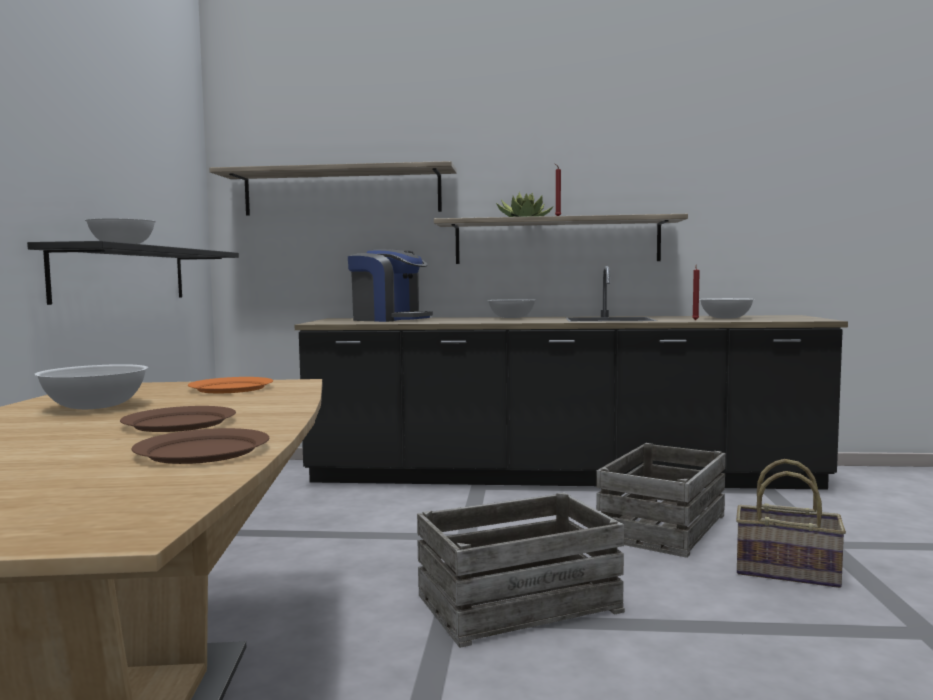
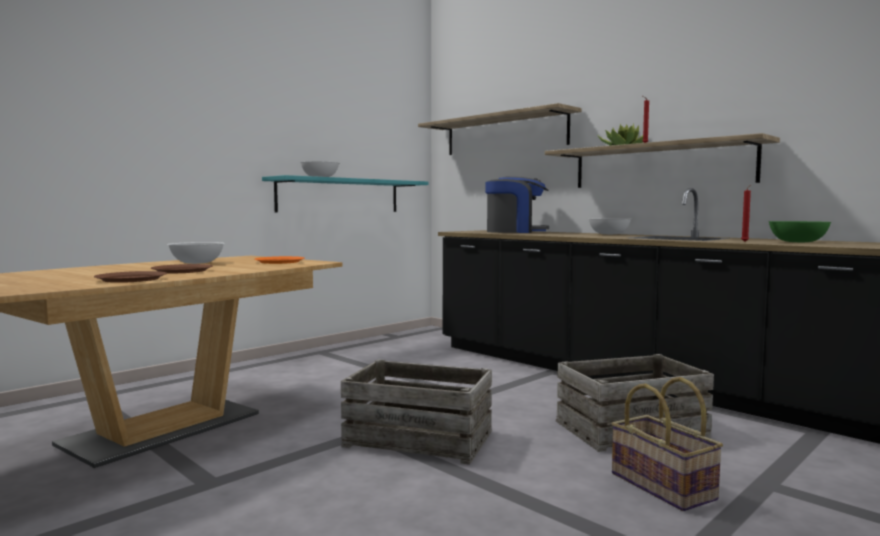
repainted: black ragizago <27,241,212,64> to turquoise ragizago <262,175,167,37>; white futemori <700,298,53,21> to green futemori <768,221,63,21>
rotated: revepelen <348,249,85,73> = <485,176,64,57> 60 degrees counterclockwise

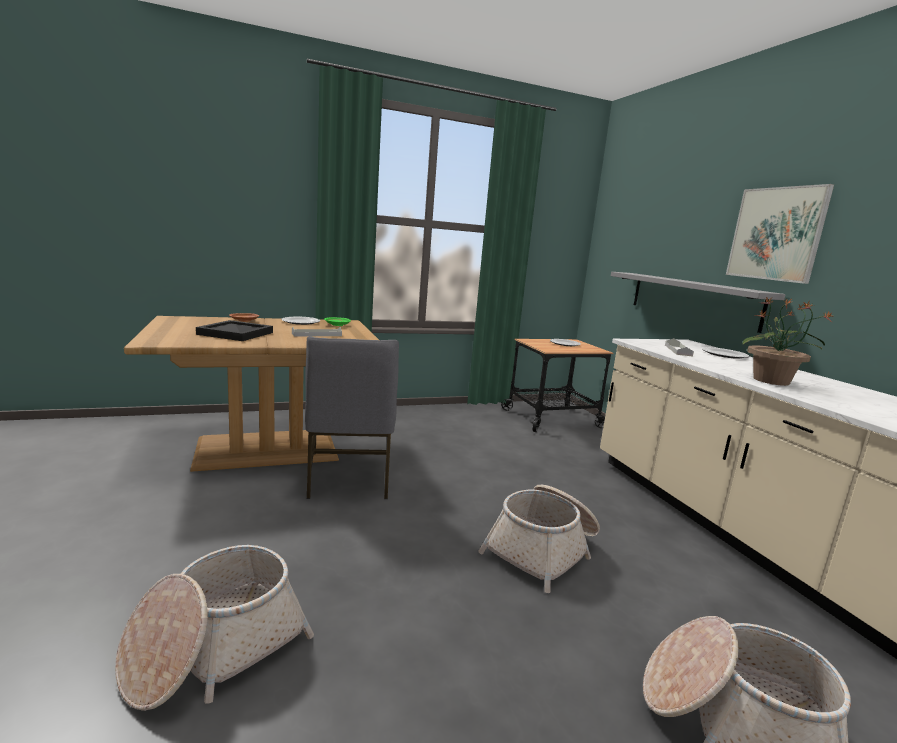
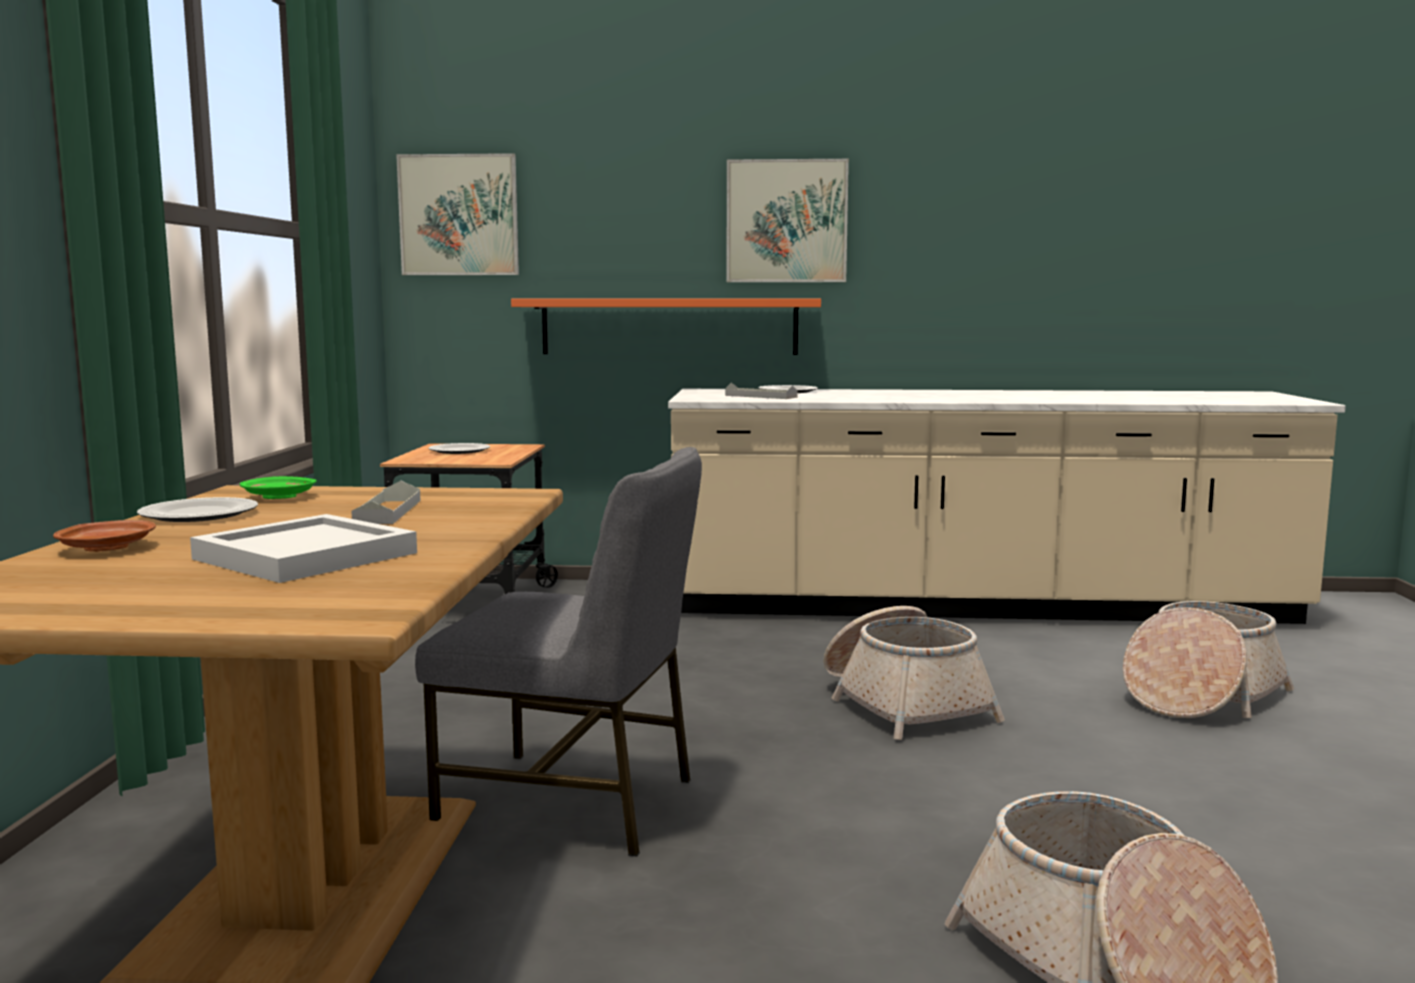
gone: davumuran <742,297,92,89>
new: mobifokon <396,153,123,122>
repainted: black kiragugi <196,320,77,21> to white kiragugi <190,514,227,69>; grey ragizago <611,272,175,61> to orange ragizago <511,299,310,56>

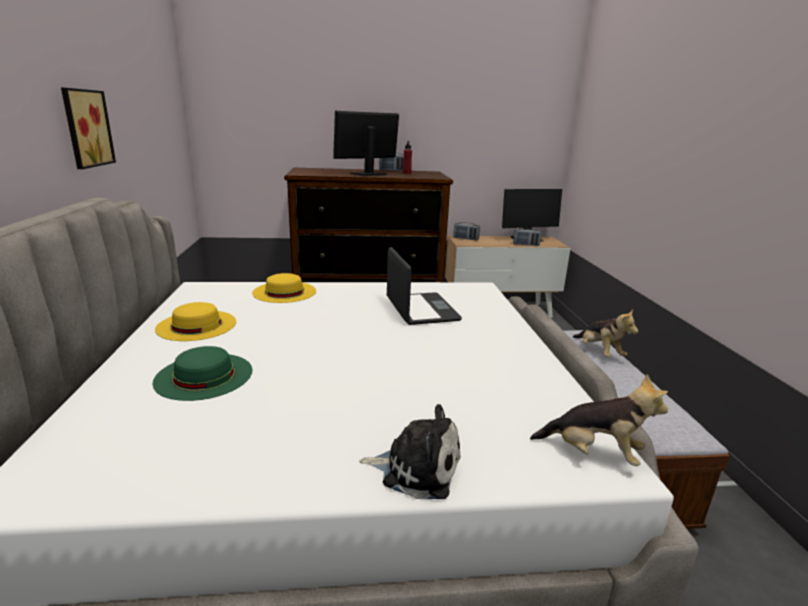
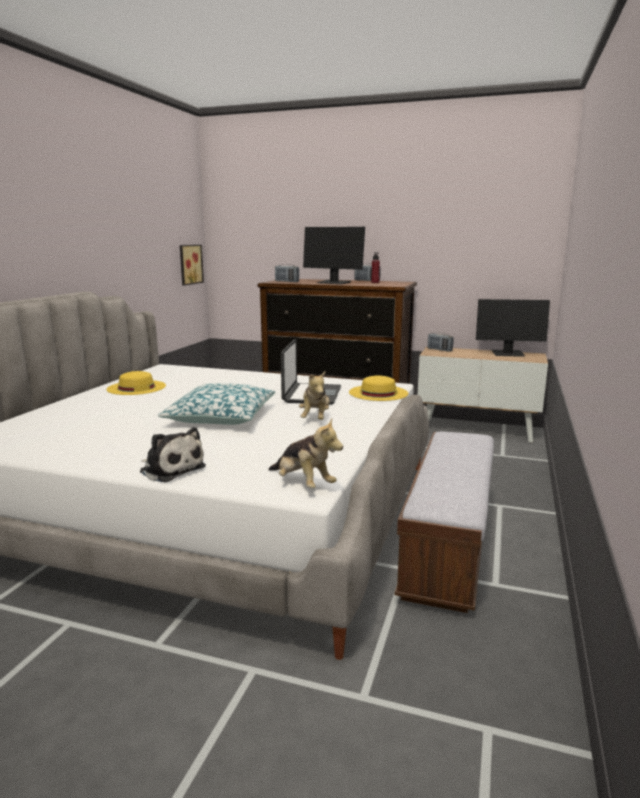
gone: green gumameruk <153,346,99,55>
new: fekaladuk <158,384,117,41>
shifted: mobifokon <61,87,55,82> to <180,245,24,41>; yellow gumameruk <252,273,64,30> to <349,376,59,25>; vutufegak <513,228,29,18> to <275,264,24,18>; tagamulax <573,309,65,48> to <299,372,31,48>
rotated: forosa <333,111,66,65> = <303,227,62,57> 135 degrees counterclockwise

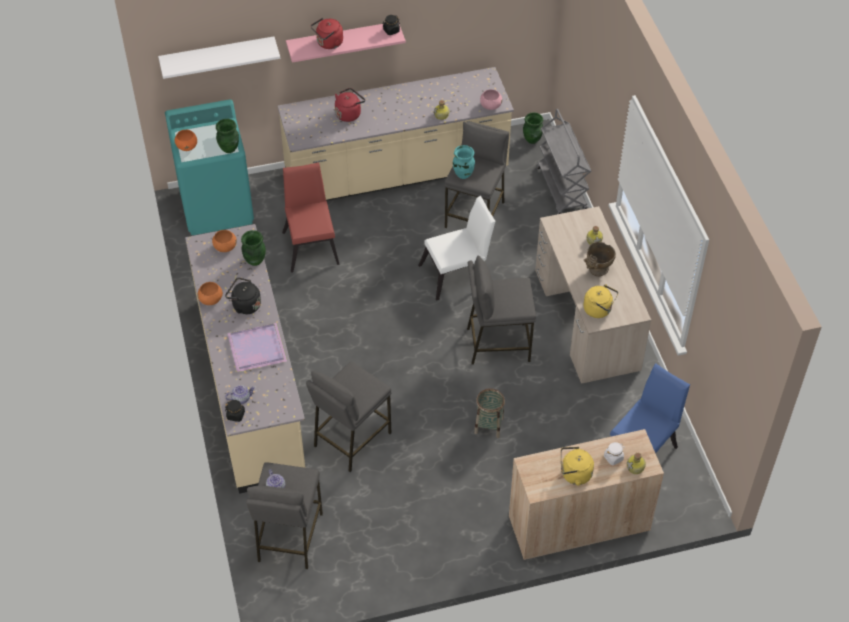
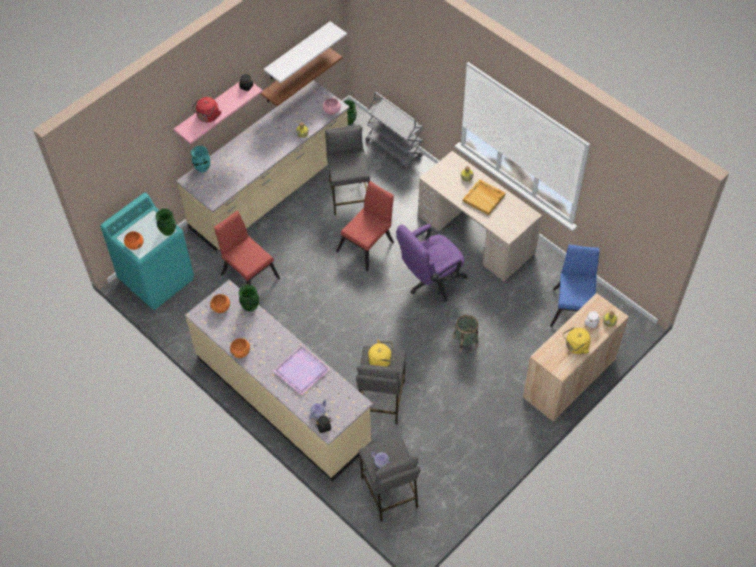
gone: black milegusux <225,277,36,38>; red milegusux <335,88,30,34>
new: brown ragizago <260,48,83,58>
shifted: white ragizago <158,36,122,43> to <264,21,83,62>; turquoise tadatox <453,145,22,34> to <191,146,19,26>; yellow milegusux <583,284,35,34> to <368,339,26,28>
swapped: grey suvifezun <467,256,69,109> to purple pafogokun <396,224,71,78>; beige tadatox <584,242,32,34> to beige kiragugi <463,179,42,36>
repainted: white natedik <418,196,78,105> to red natedik <336,181,58,90>

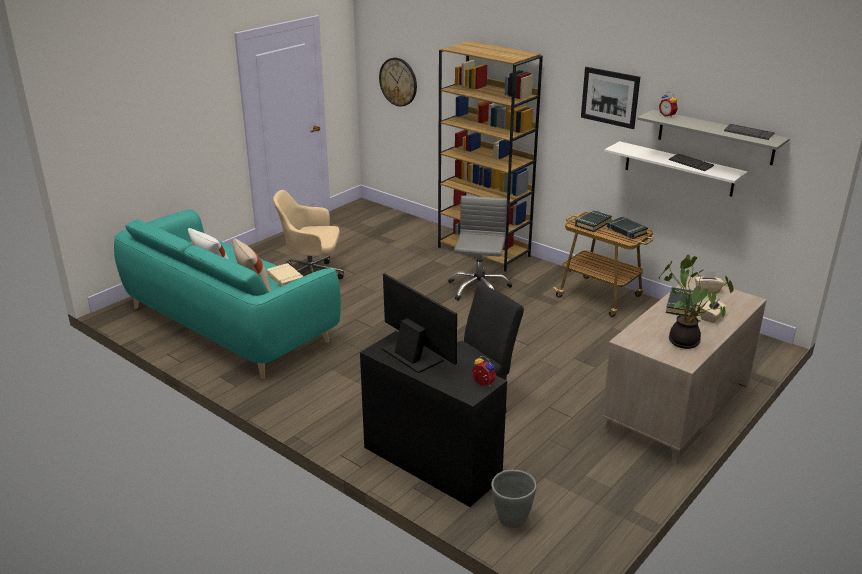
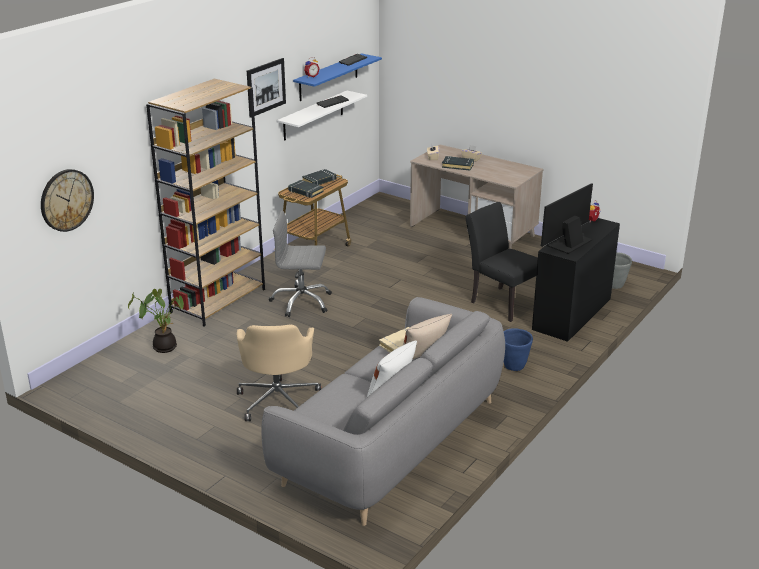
new: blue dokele <504,328,29,43>
shifted: davumuran <659,255,74,94> to <128,289,56,64>
repainted: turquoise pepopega <114,210,227,169> to grey pepopega <261,297,244,229>; grey ragizago <637,110,153,55> to blue ragizago <293,53,89,48>

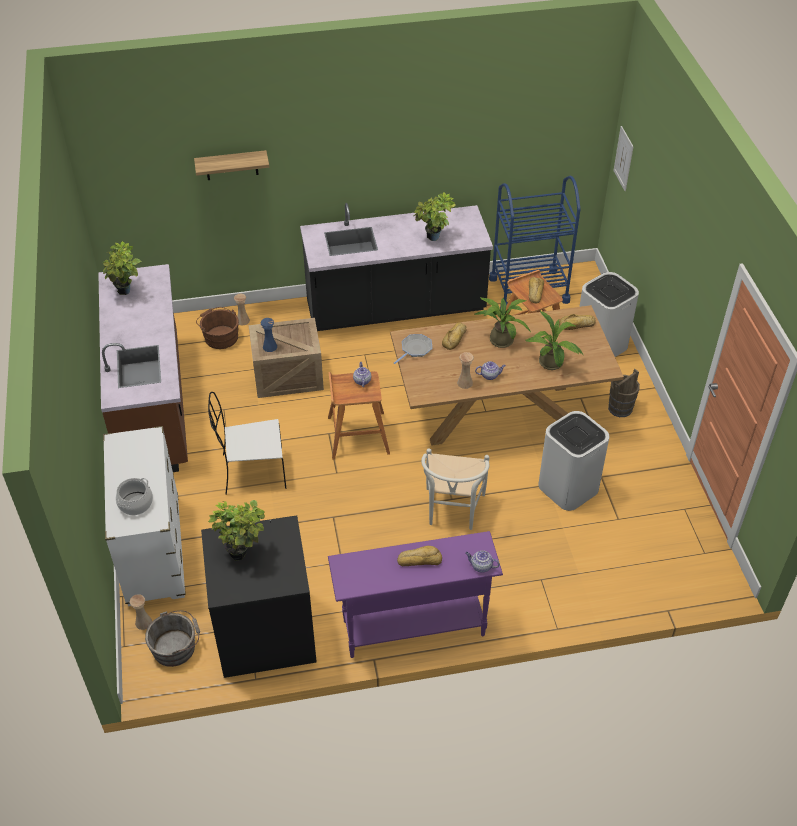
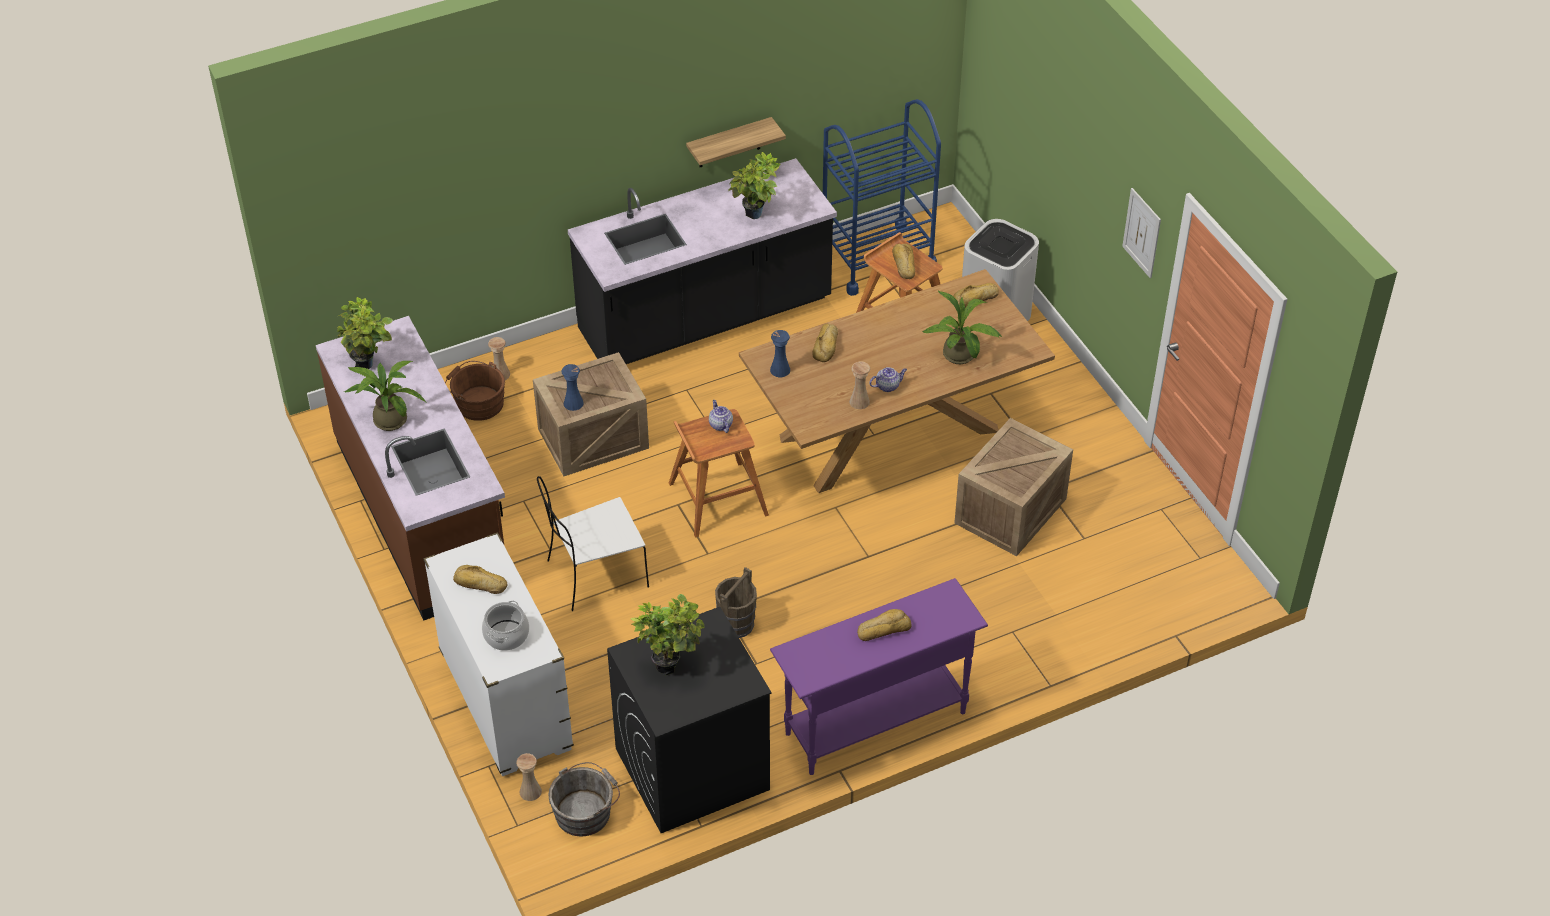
gone: white natedik <421,448,68,82>; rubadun <465,551,35,21>
new: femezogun <453,565,55,29>
shifted: ragizago <194,150,75,30> to <686,117,100,50>; davumuran <475,297,56,51> to <344,361,82,70>; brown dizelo <608,369,32,48> to <715,567,42,71>; mobifokon <613,126,21,65> to <1122,188,39,90>
swapped: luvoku <394,334,38,30> to blue tadatox <770,330,20,47>; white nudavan <538,411,72,100> to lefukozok <954,418,119,138>

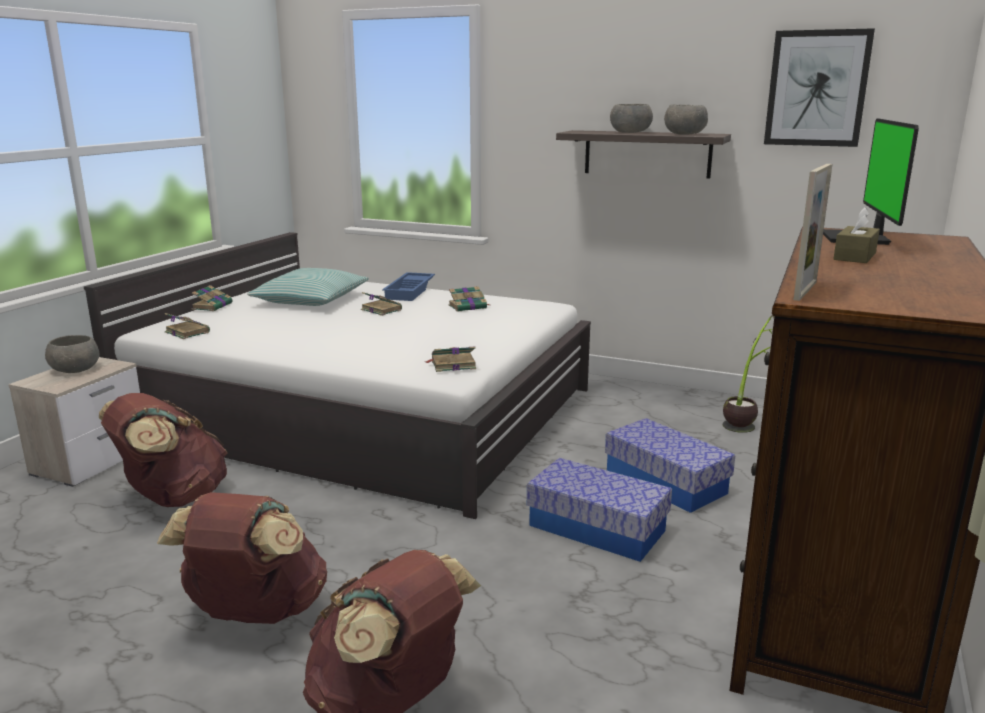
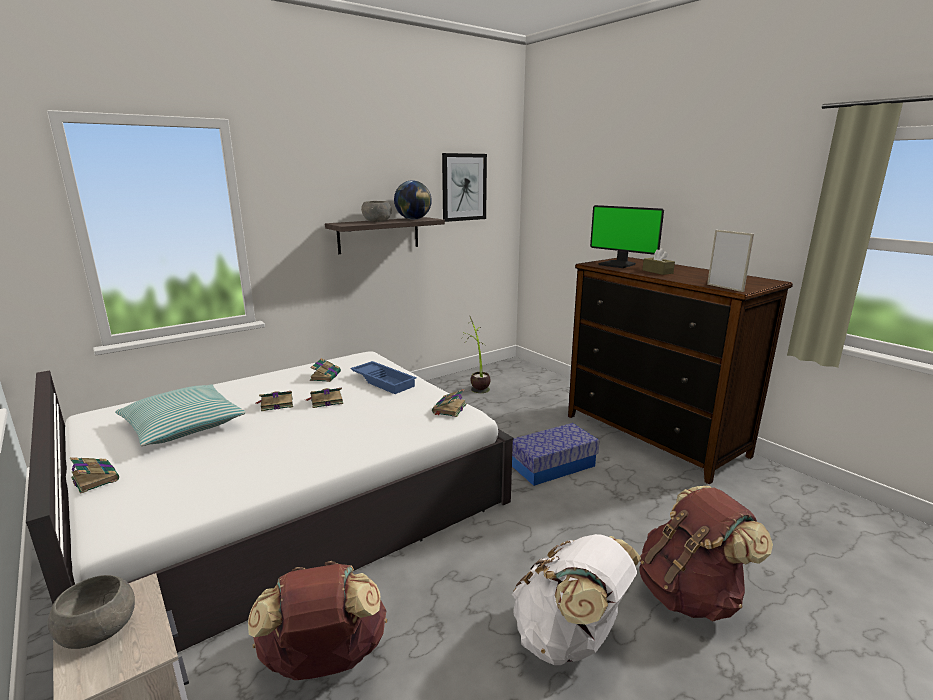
gone: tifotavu <605,418,130,95>
shifted: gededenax <165,313,45,26> to <305,388,38,20>; blue kiragugi <382,272,53,29> to <350,361,67,33>
swapped: grey futemori <664,105,44,30> to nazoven <394,180,38,40>
repainted: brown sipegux <157,492,170,132> to white sipegux <512,534,129,131>

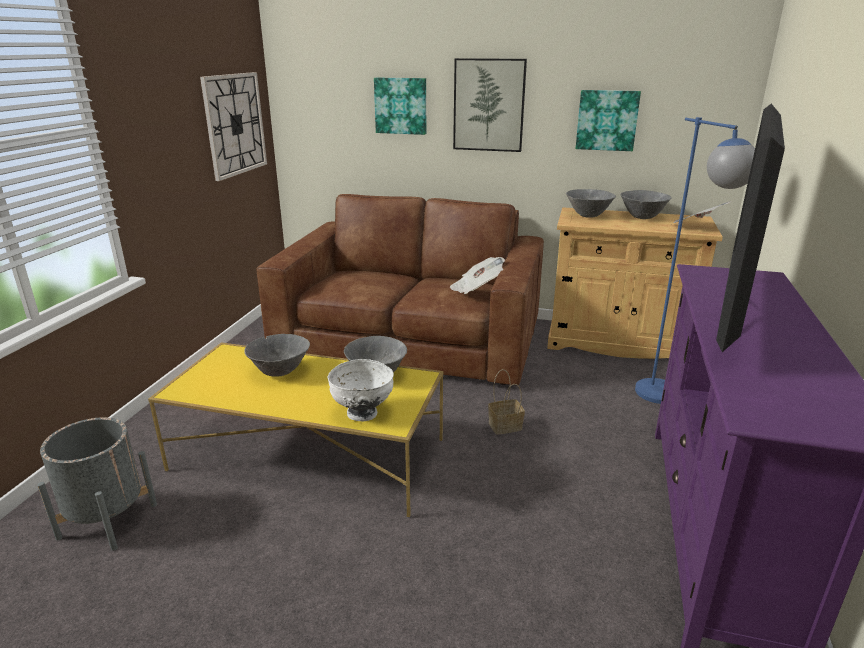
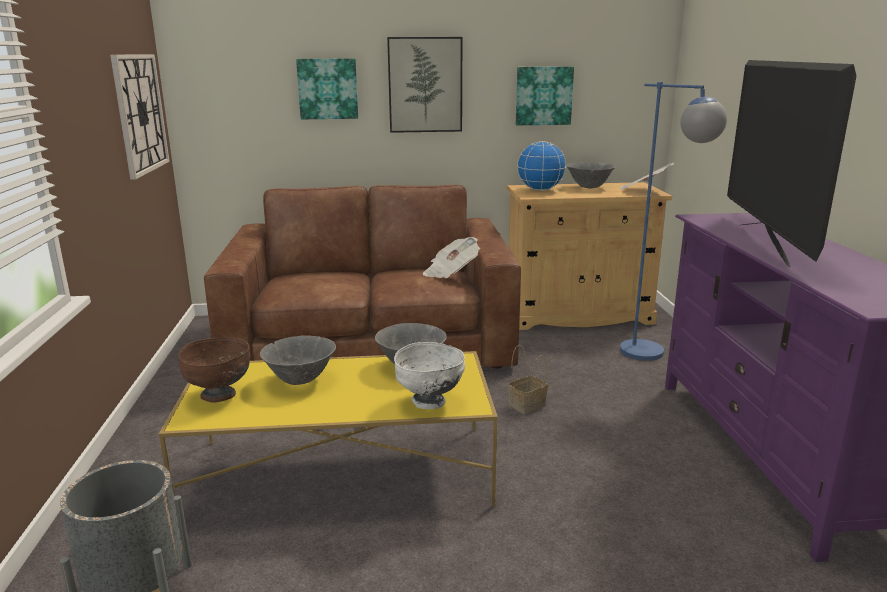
new: brown futemori <179,338,71,65>
swapped: grey futemori <566,189,50,29> to nazoven <517,141,49,50>

